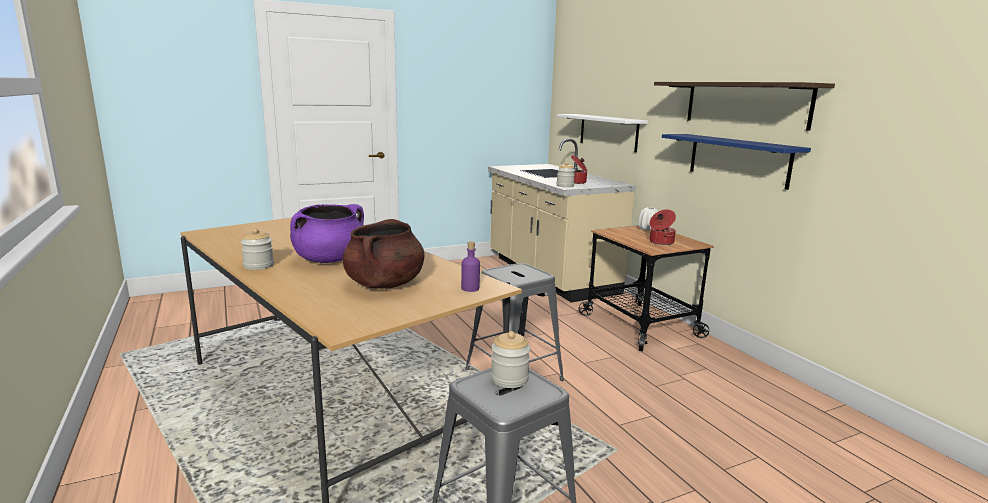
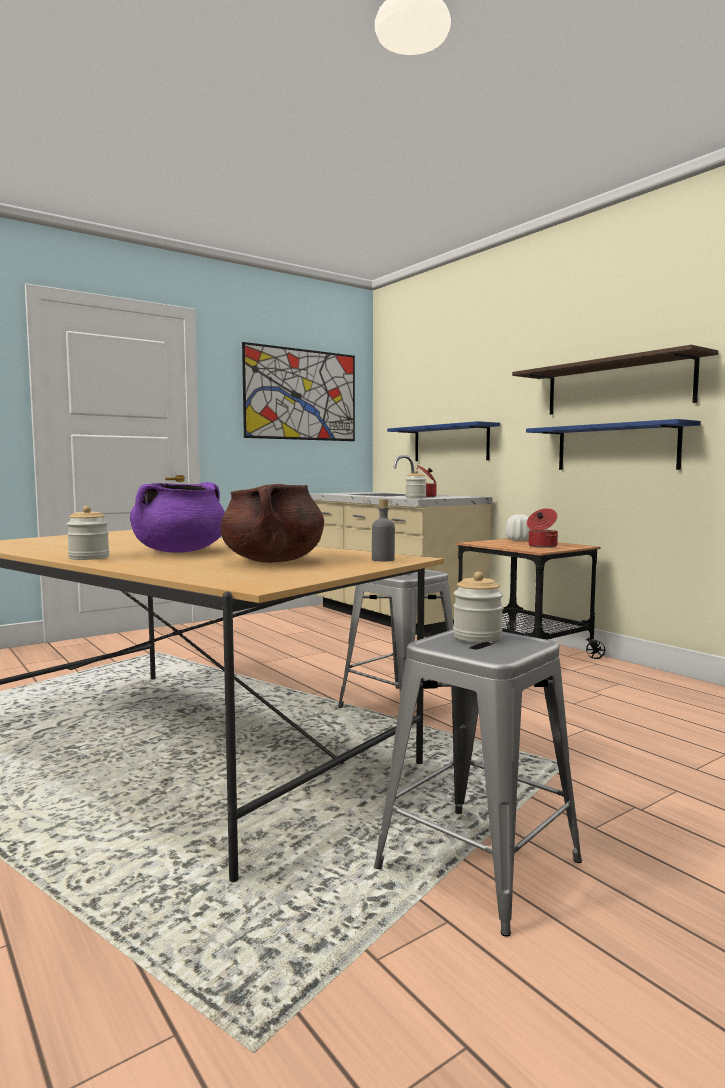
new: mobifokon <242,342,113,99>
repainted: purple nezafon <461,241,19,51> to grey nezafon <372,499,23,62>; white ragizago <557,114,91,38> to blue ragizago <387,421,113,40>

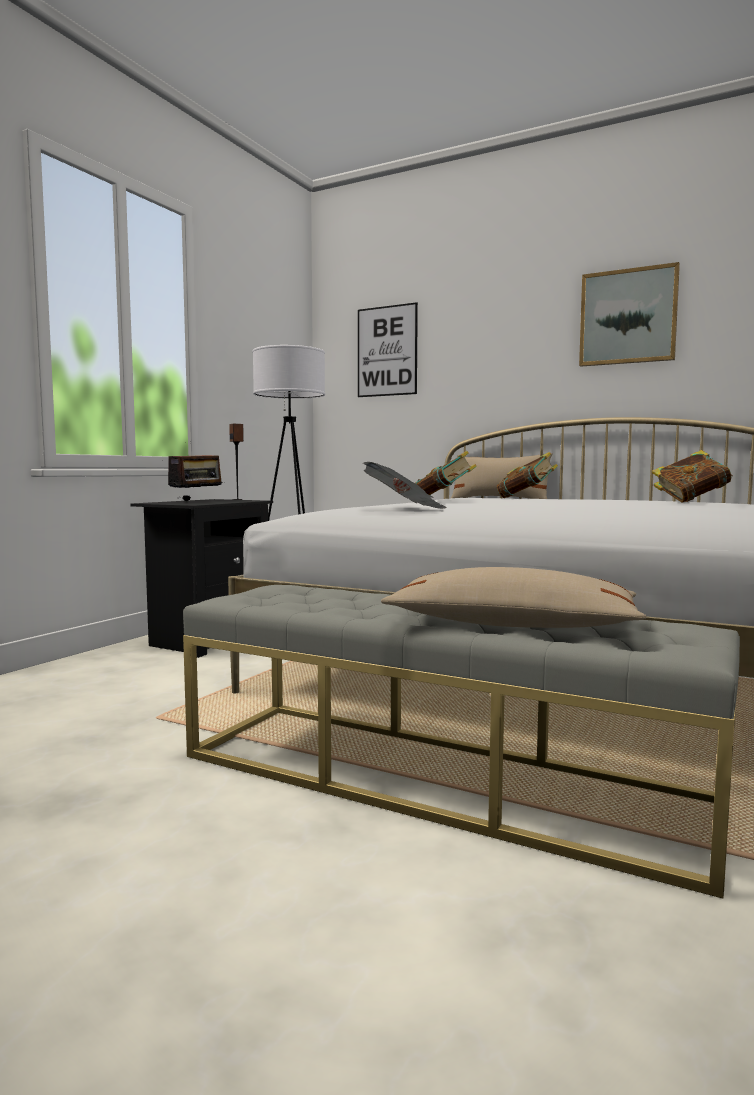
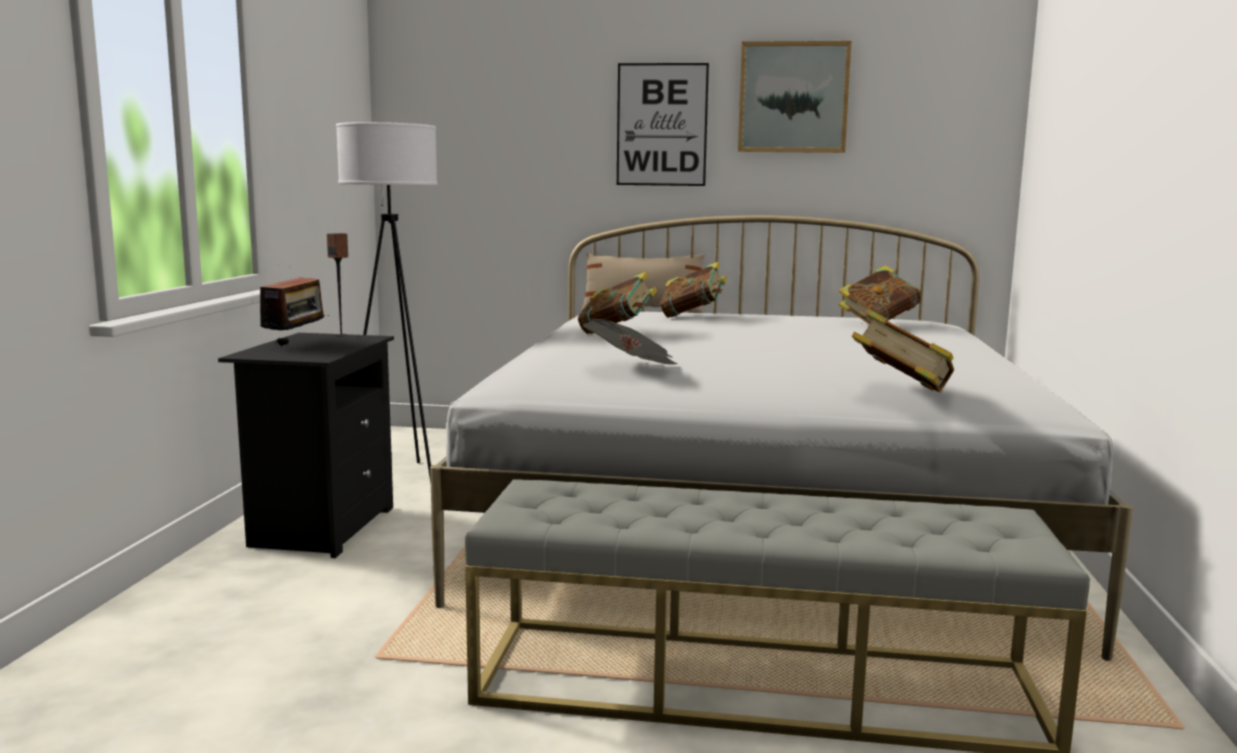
gone: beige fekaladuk <381,567,265,61>
new: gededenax <852,309,102,83>
shifted: mobifokon <358,302,60,95> to <617,63,92,123>

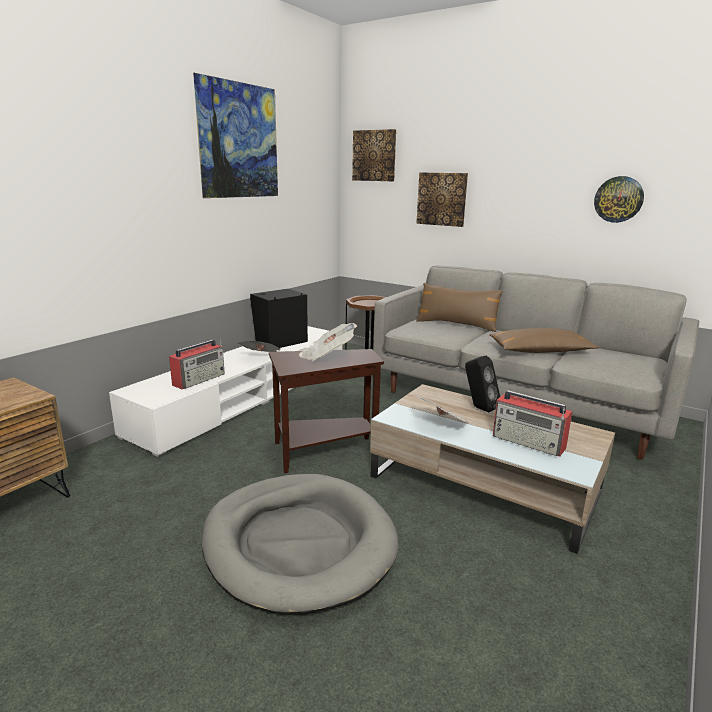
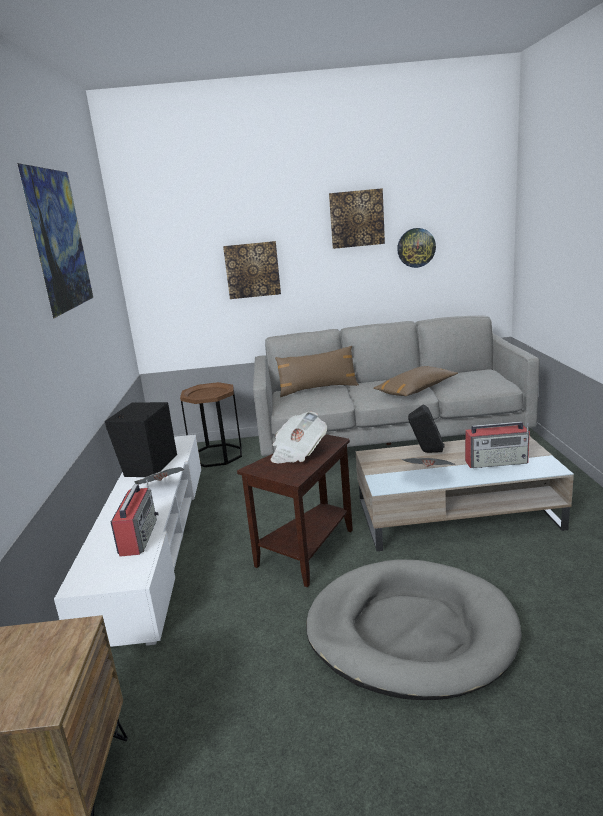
shifted: mobifokon <352,129,44,52> to <329,188,56,61>

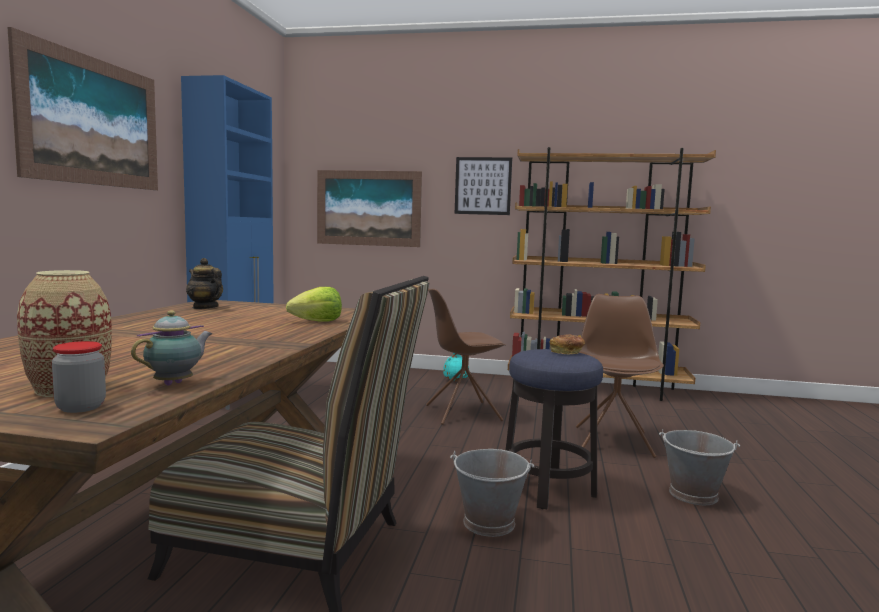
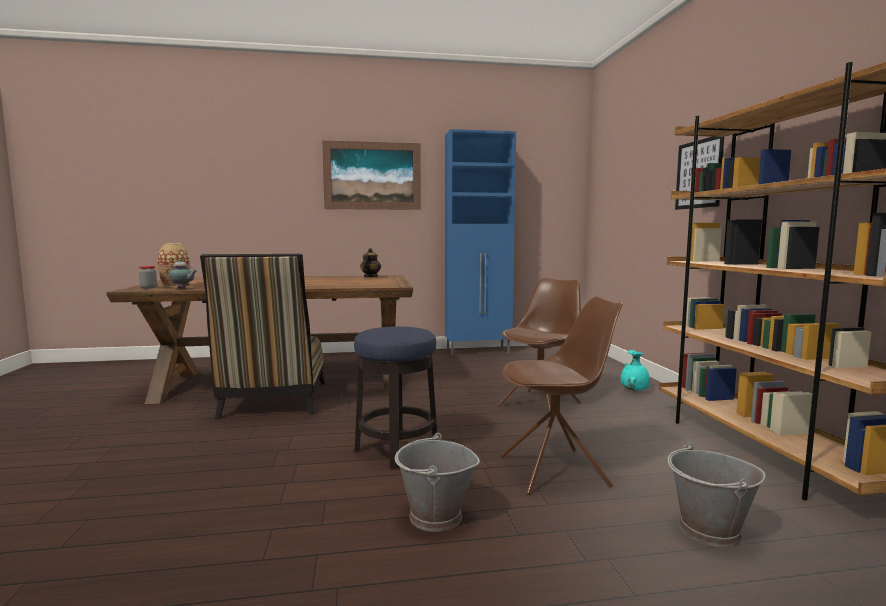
gone: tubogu <286,287,56,34>; mobifokon <317,170,105,77>; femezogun <549,334,36,20>
shifted: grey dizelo <450,449,84,88> to <667,442,99,106>
rotated: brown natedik <426,288,79,137> = <498,278,83,139> 75 degrees clockwise

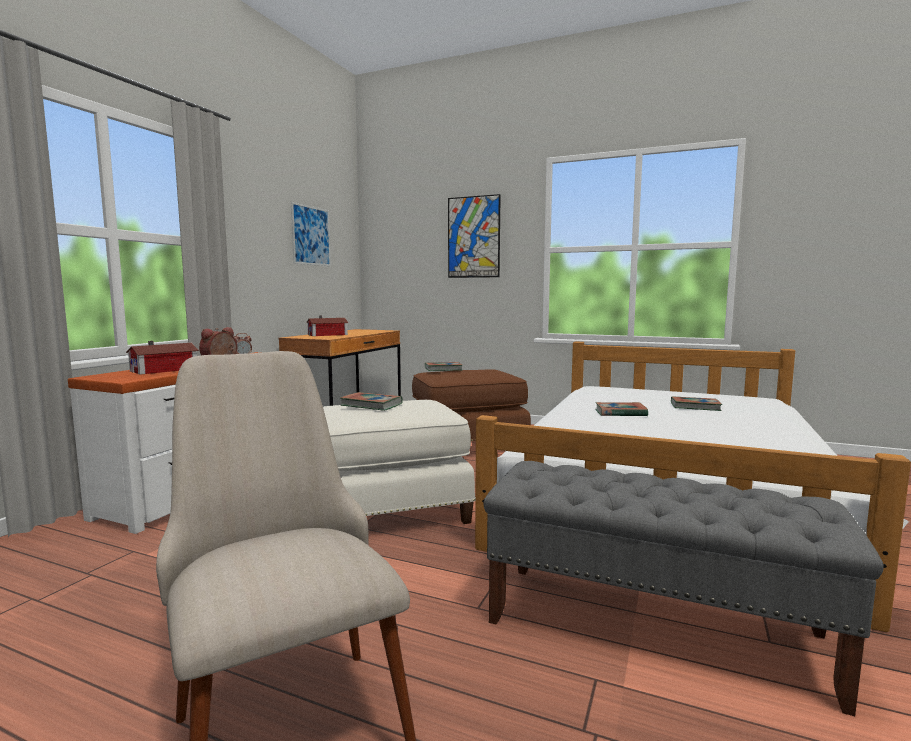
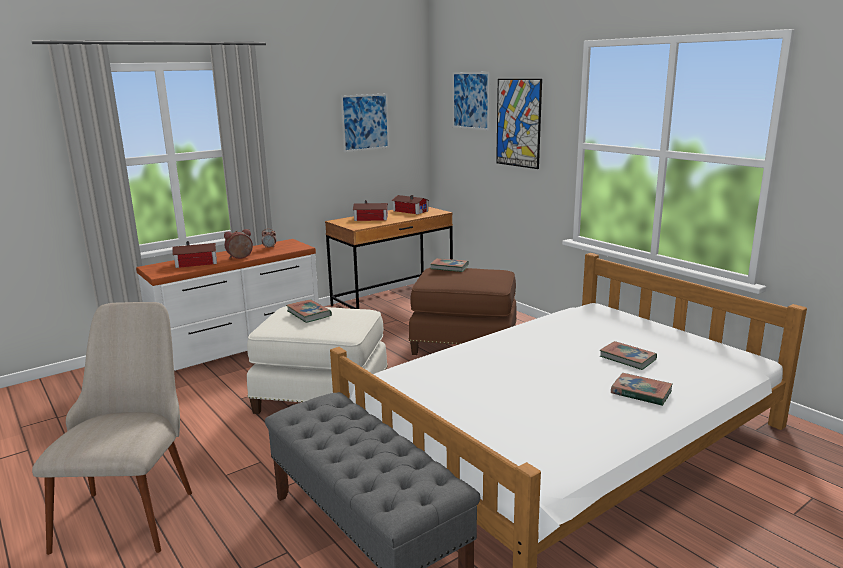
new: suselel <392,195,36,19>; mobifokon <453,72,37,59>
shifted: gededenax <596,402,52,14> to <611,373,62,33>

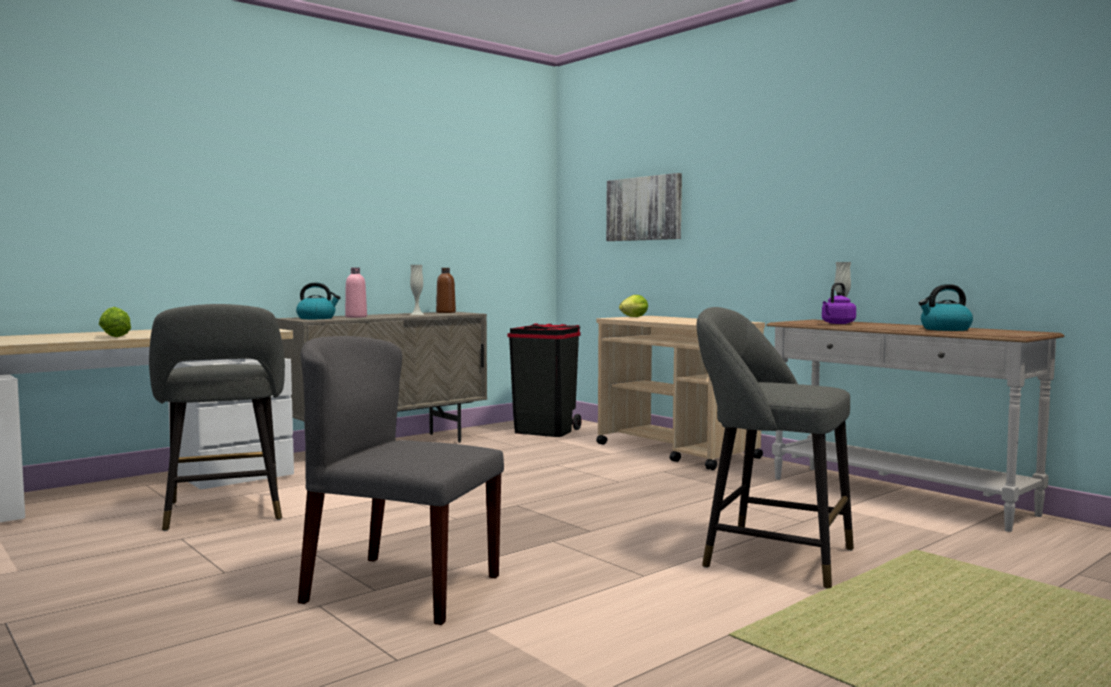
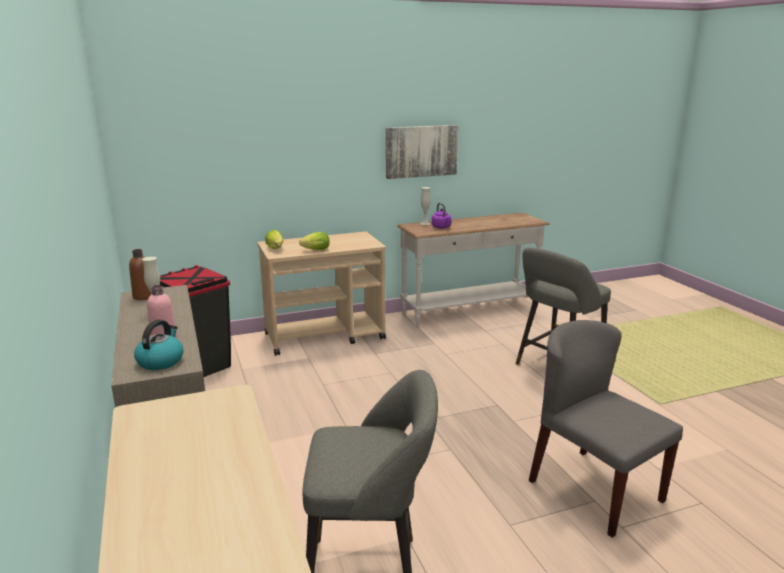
gone: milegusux <919,284,54,47>
shifted: tubogu <99,307,32,30> to <299,232,31,18>; mobifokon <606,173,76,68> to <386,125,73,54>
rotated: grey natedik <298,336,206,289> = <529,320,154,217> 105 degrees clockwise

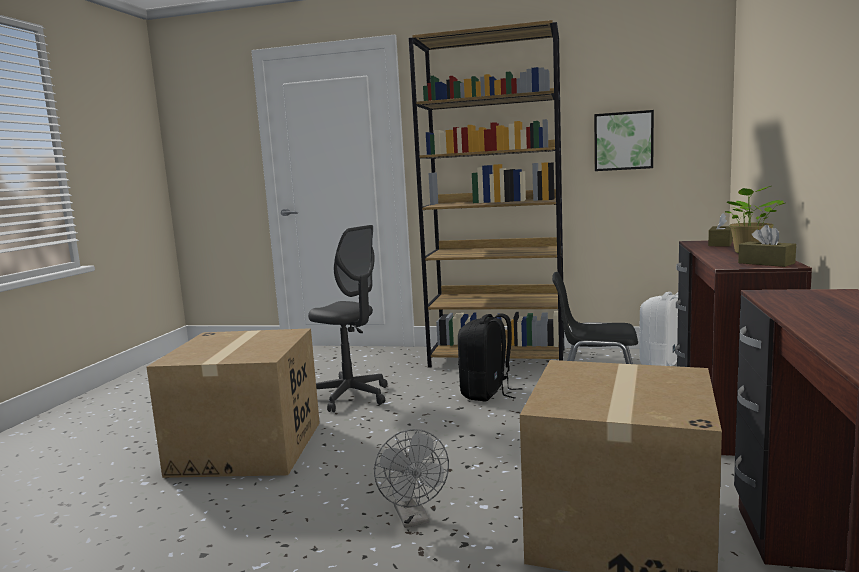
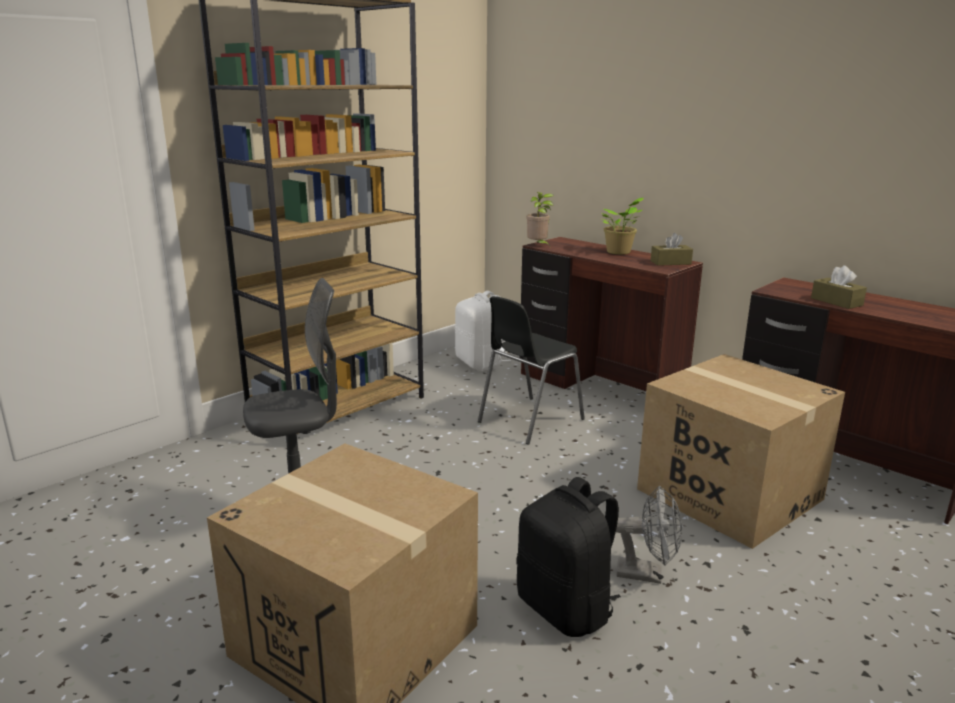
gone: mobifokon <594,110,60,61>
new: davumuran <526,192,28,54>
shifted: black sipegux <458,313,64,88> to <517,477,104,160>; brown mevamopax <708,213,25,33> to <811,265,56,44>

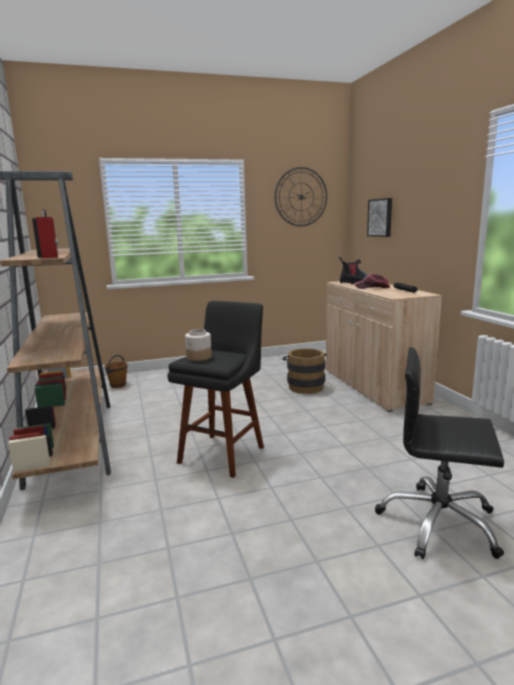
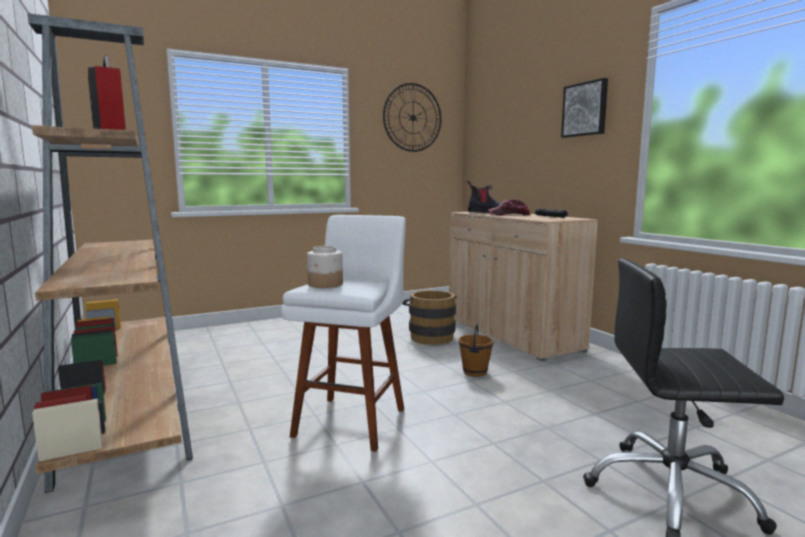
shifted: brown dizelo <105,355,23,33> to <459,324,35,53>; mobifokon <367,198,25,39> to <561,78,47,60>
repainted: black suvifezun <167,301,97,177> to white suvifezun <281,215,125,237>

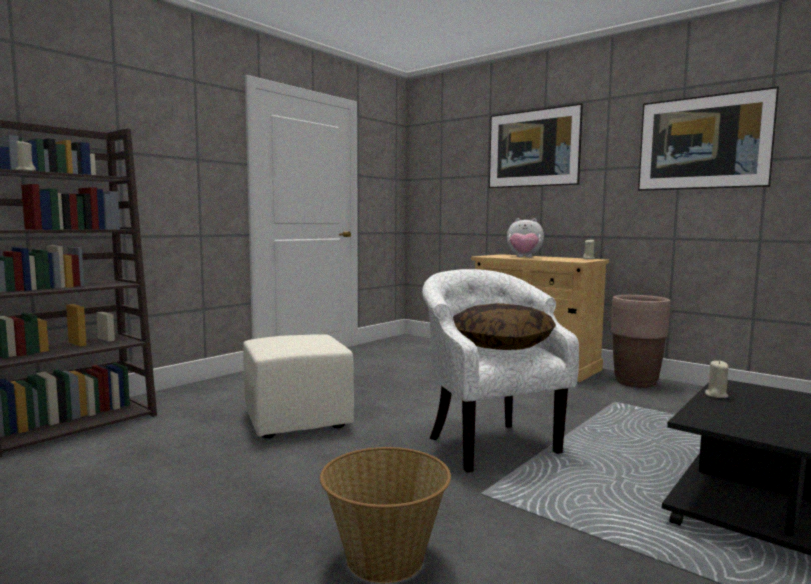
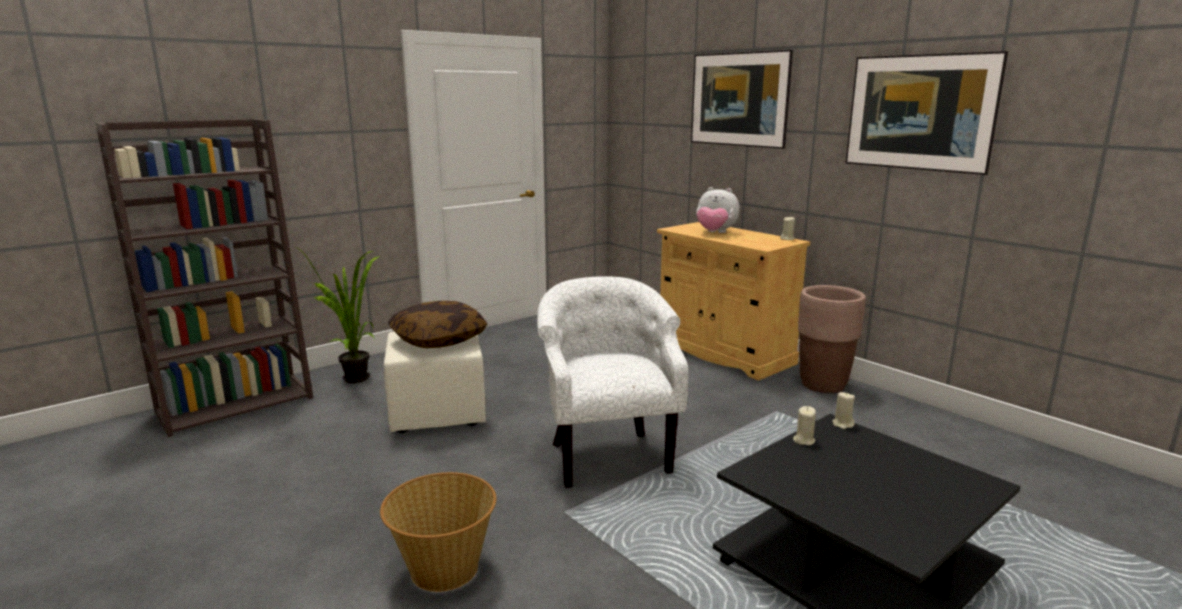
new: davumuran <296,247,84,136>
shifted: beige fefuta <15,140,21,31> to <833,392,22,37>; fekaladuk <453,303,103,47> to <388,301,99,47>

